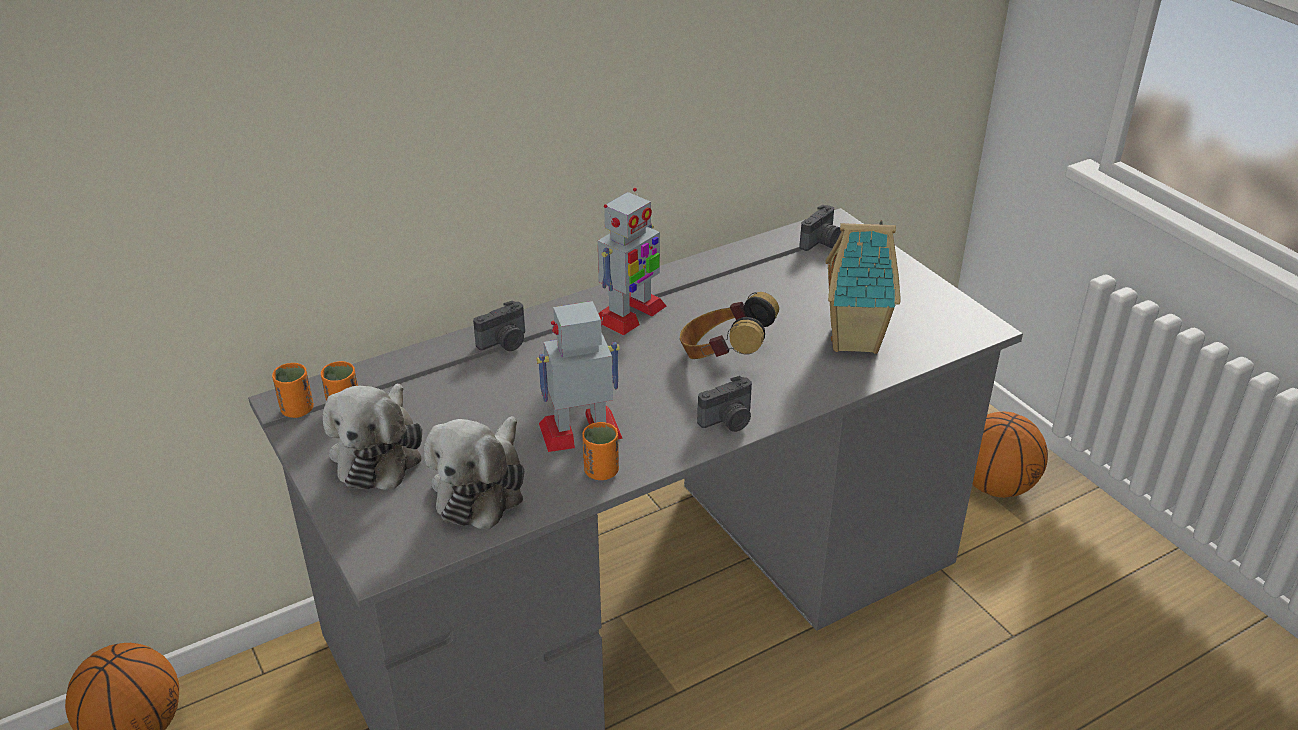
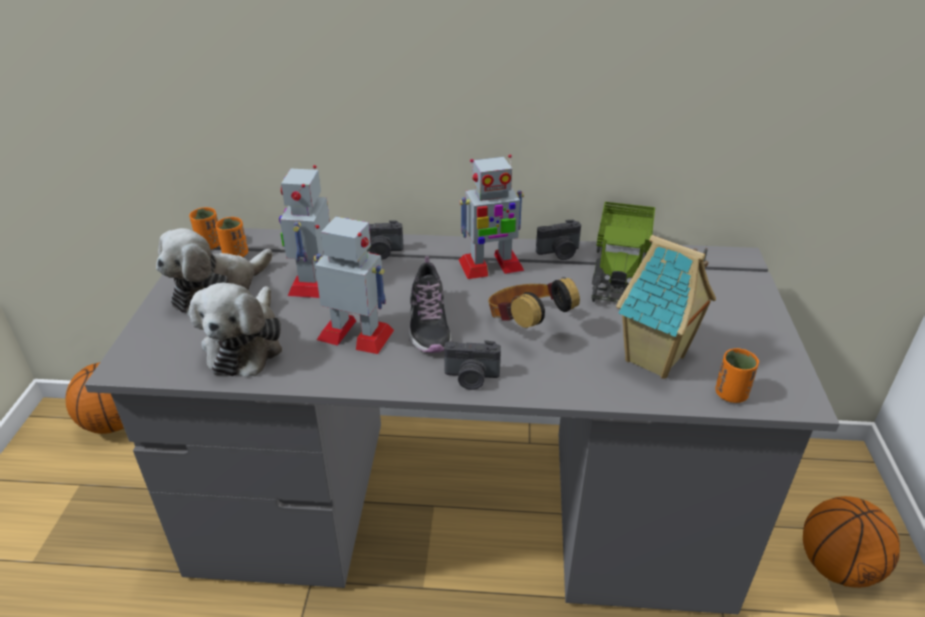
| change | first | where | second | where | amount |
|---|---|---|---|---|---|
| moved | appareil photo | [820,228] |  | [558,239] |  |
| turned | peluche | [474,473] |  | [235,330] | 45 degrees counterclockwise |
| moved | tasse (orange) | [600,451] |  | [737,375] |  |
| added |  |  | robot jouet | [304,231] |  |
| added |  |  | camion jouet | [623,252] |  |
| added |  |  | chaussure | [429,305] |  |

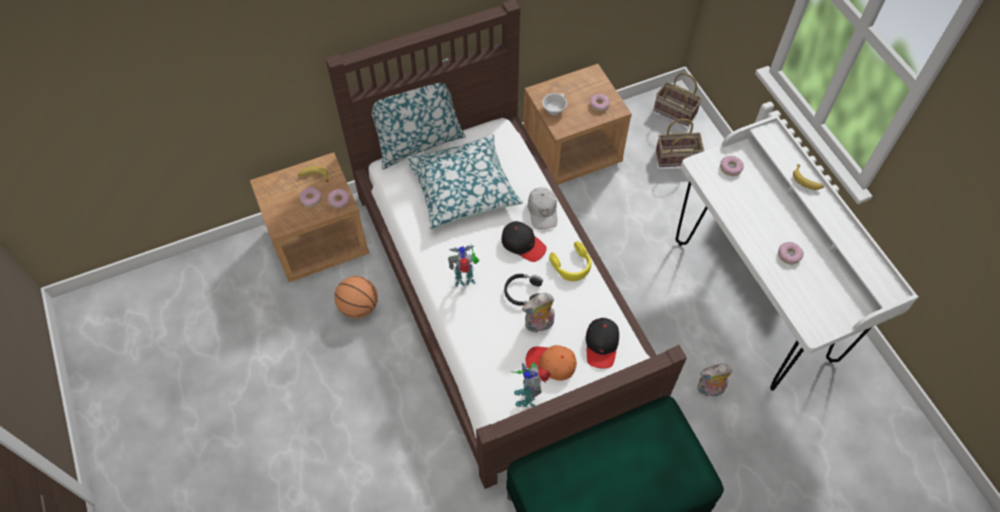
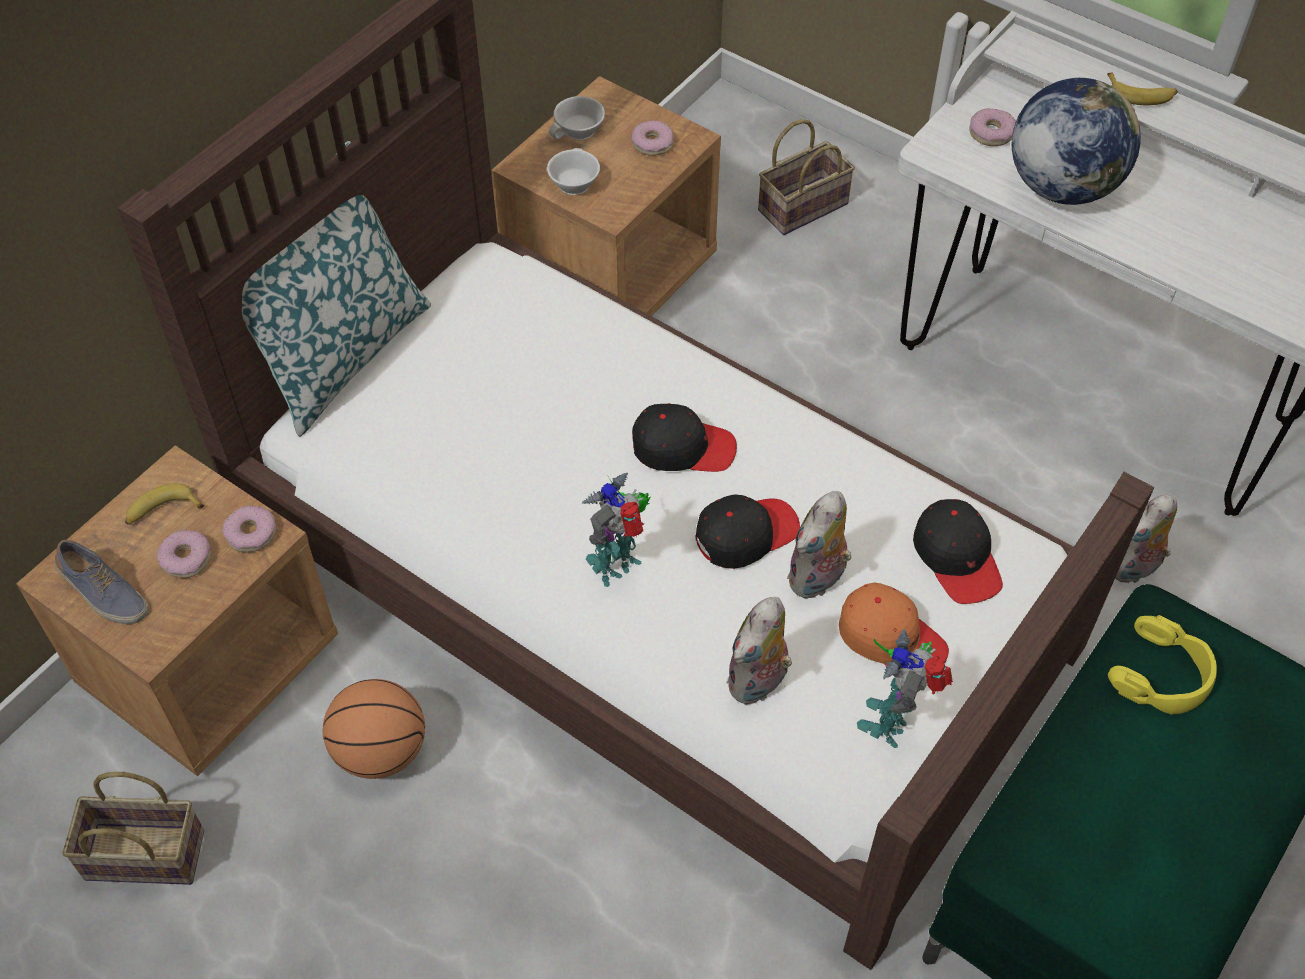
| change | first | where | second | where | amount |
|---|---|---|---|---|---|
| moved | panier | [677,100] |  | [133,828] |  |
| removed | coussin | [464,182] |  |  |  |
| removed | casquette (blanc) | [542,208] |  |  |  |
| moved | casque audio (jaune) | [570,261] |  | [1162,664] |  |
| removed | beignet | [791,253] |  |  |  |
| replaced | casque audio (noir) | [523,290] | casquette (noir) | [748,531] |  |
| turned | casquette (orange) | [551,363] |  | [894,624] | 135 degrees counterclockwise |
| turned | robot jouet | [531,384] |  | [905,688] | 60 degrees clockwise |
| added |  |  | globe | [1076,141] |  |
| added |  |  | tasse (blanc) | [577,118] |  |
| added |  |  | chaussure | [101,582] |  |
| added |  |  | peluche | [759,651] |  |

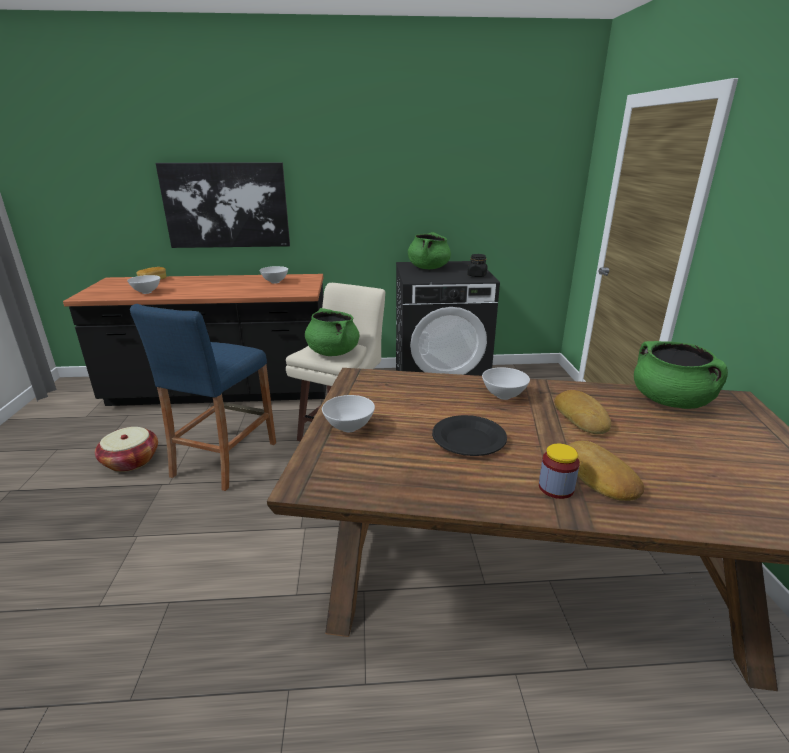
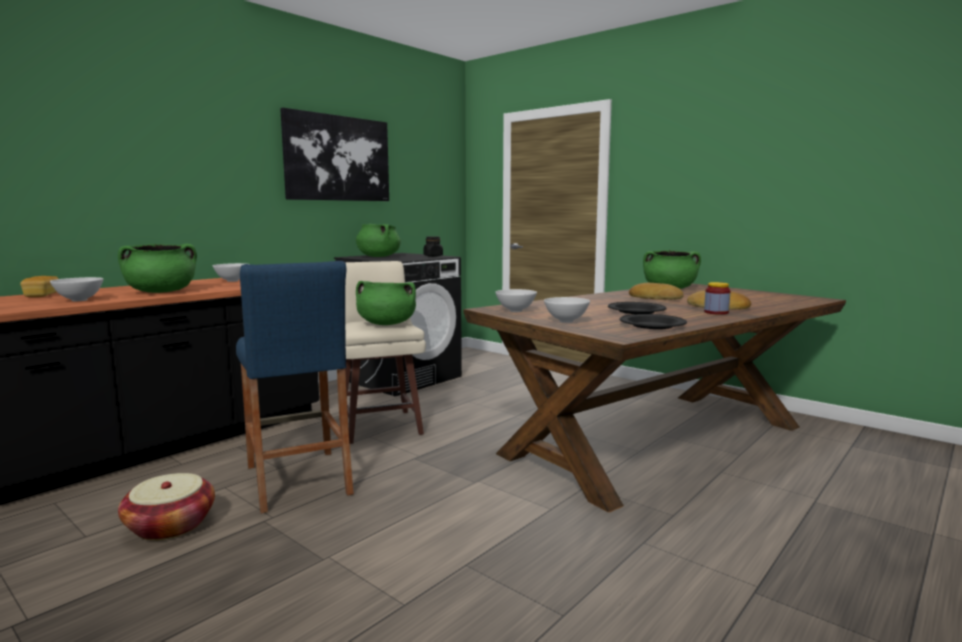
| change | first | where | second | where | amount |
|---|---|---|---|---|---|
| moved | tableau | [223,205] |  | [334,154] |  |
| moved | bol (blanc) | [506,383] |  | [516,300] |  |
| added |  |  | marmite (vert) | [157,268] |  |
| added |  |  | assiette (noir) | [653,321] |  |

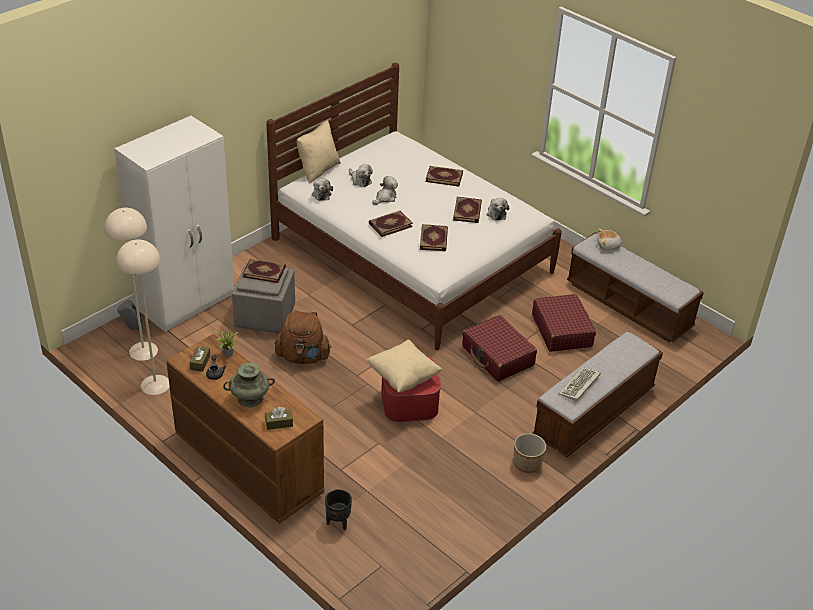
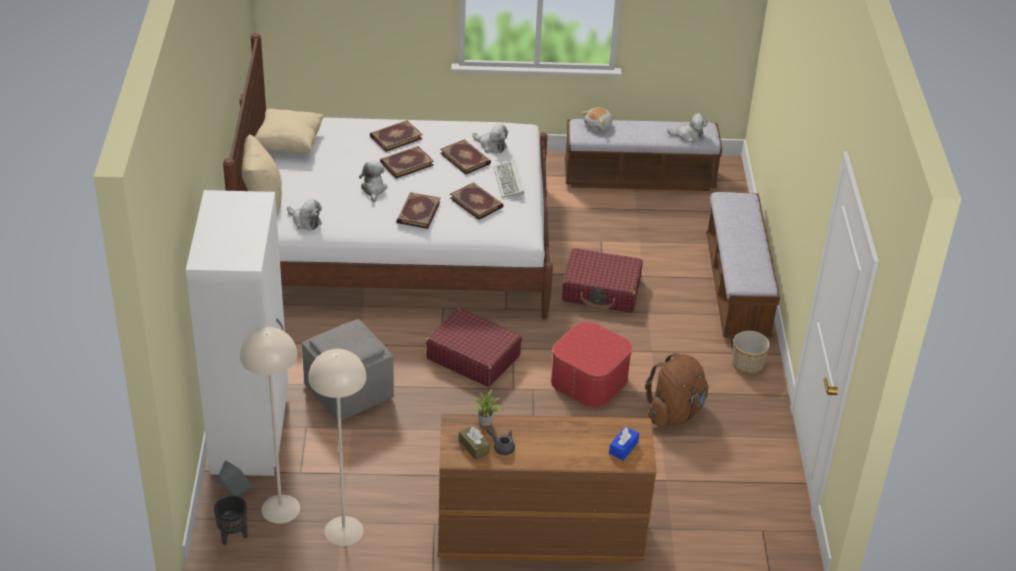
| change | first | where | second | where | amount |
|---|---|---|---|---|---|
| moved | peluche | [361,175] |  | [687,128] |  |
| moved | livre | [264,271] |  | [407,162] |  |
| moved | valise (rouge) | [564,323] |  | [474,347] |  |
| moved | sac à dos (marron) | [303,337] |  | [676,390] |  |
| moved | coussin (beige) | [404,366] |  | [289,131] |  |
| removed | vase (turquoise) | [249,385] |  |  |  |
| moved | clavier | [580,384] |  | [509,179] |  |
| recoloured | boîte à mouchoirs (marron) | [279,418] | boîte à mouchoirs (bleu) | [624,443] |  |
| moved | cache-pot (noir) | [338,509] |  | [230,520] |  |

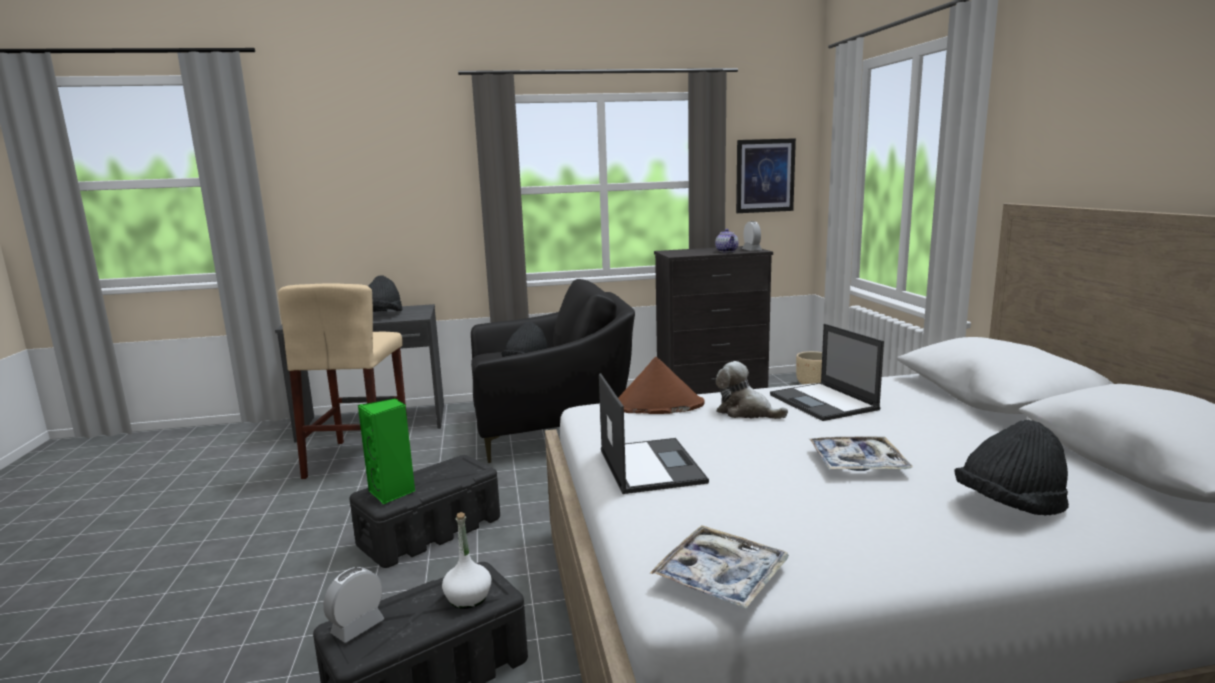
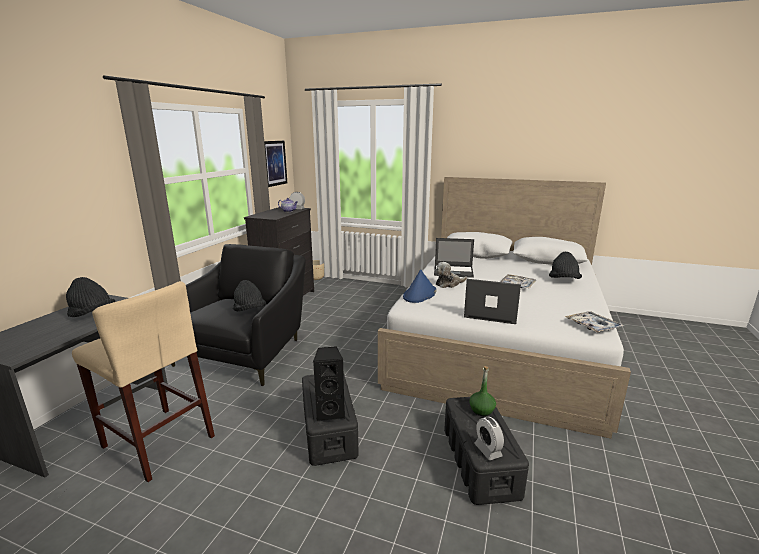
| change | first | where | second | where | amount |
|---|---|---|---|---|---|
| recoloured | chapeau (marron) | [661,385] | chapeau (bleu) | [420,286] |  |
| recoloured | enceinte (vert) | [386,451] | enceinte (noir) | [329,384] |  |
| recoloured | bouteille (blanc) | [466,560] | bouteille (vert) | [482,391] |  |

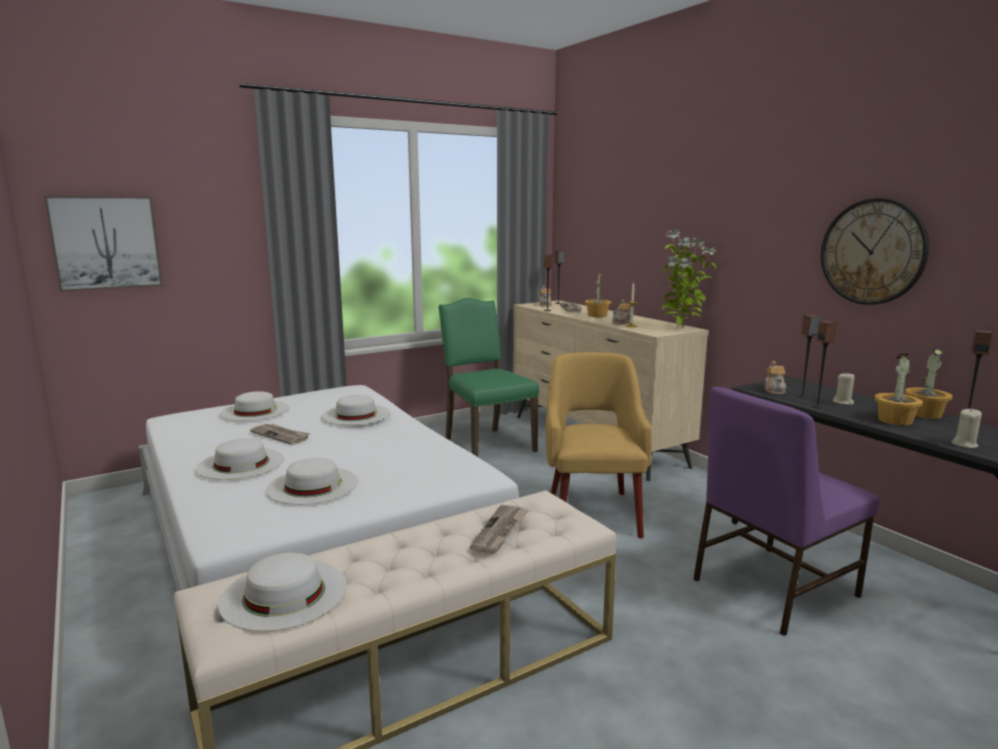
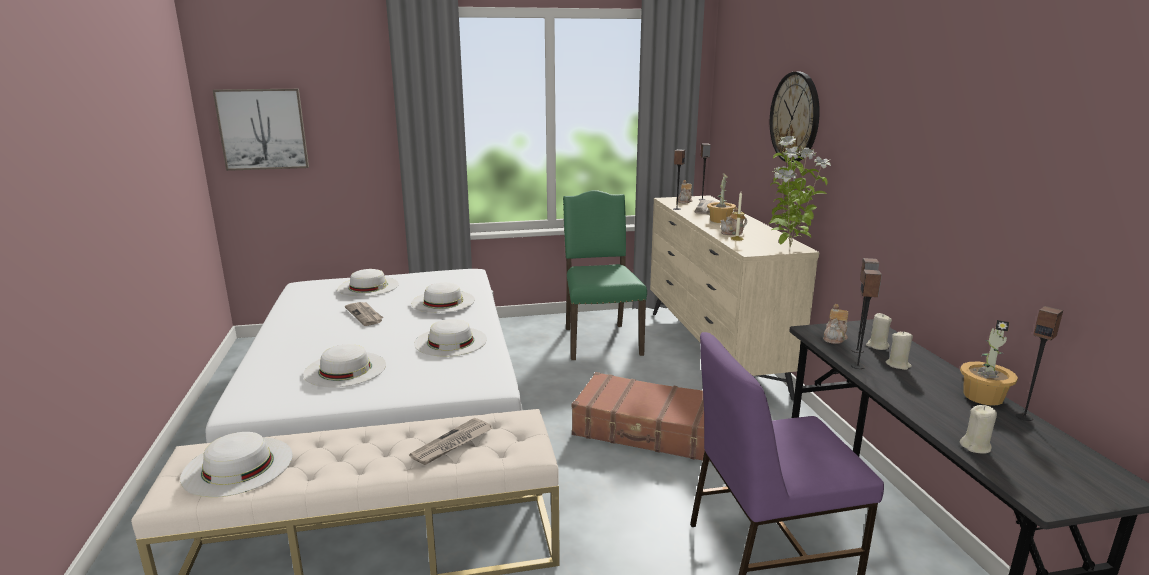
| change | first | where | second | where | amount |
|---|---|---|---|---|---|
| moved | horloge murale | [875,251] |  | [795,117] |  |
| replaced | fauteuil (jaune) | [599,445] | valise (marron) | [641,416] |  |
| removed | plante en pot | [899,390] |  |  |  |
| moved | chapeau (blanc) | [240,459] |  | [450,338] |  |
| added |  |  | bougie (beige) | [879,331] |  |

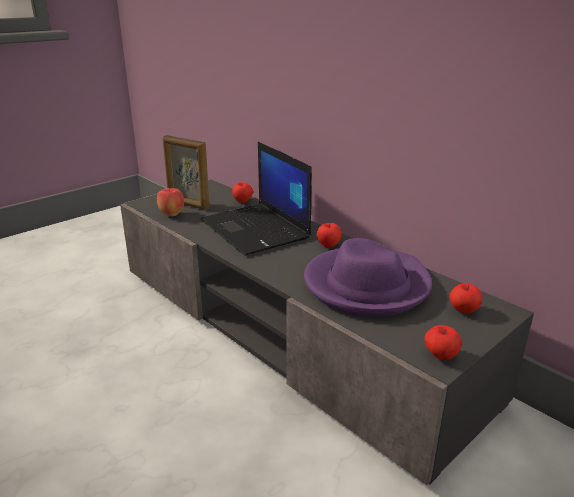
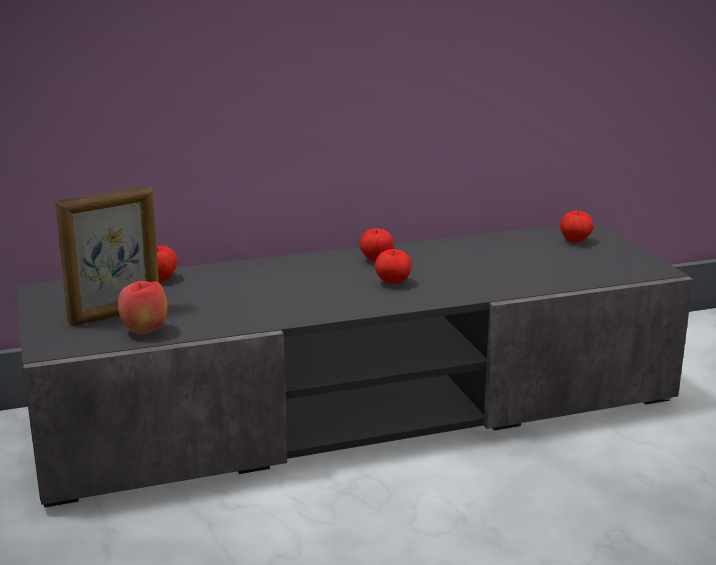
| change | first | where | second | where | amount |
|---|---|---|---|---|---|
| removed | ordinateur portable | [256,199] |  |  |  |
| removed | chapeau (violet) | [368,277] |  |  |  |
| moved | pomme | [443,342] |  | [393,266] |  |

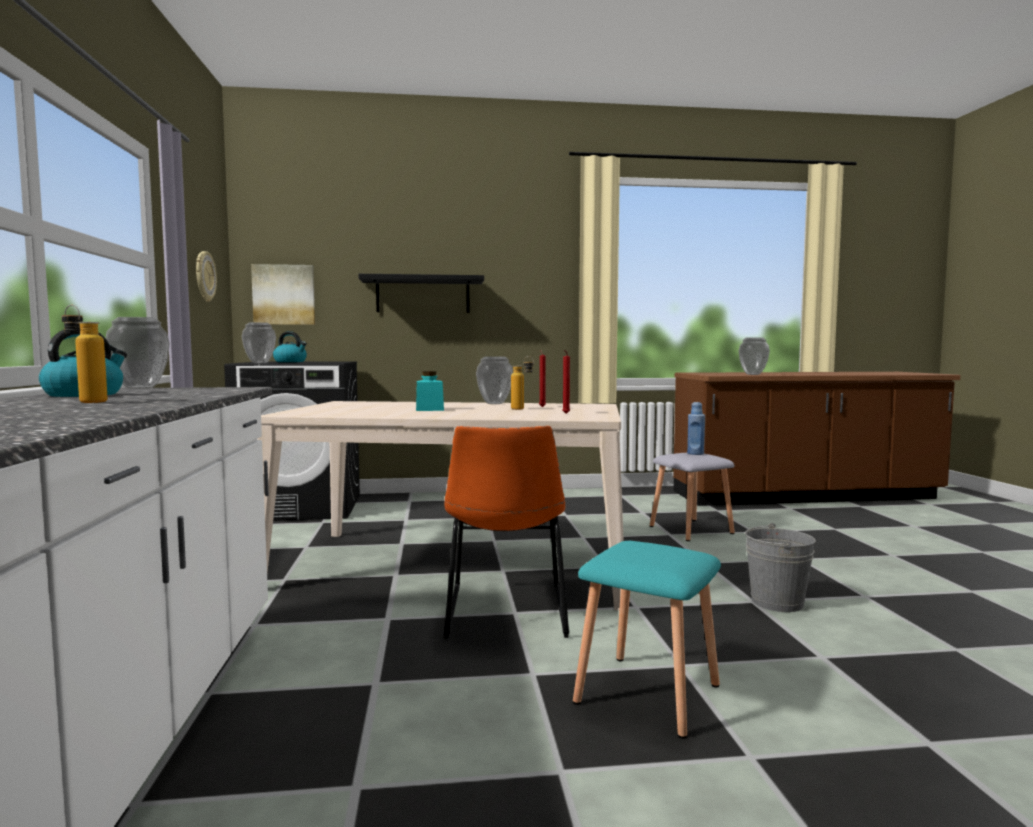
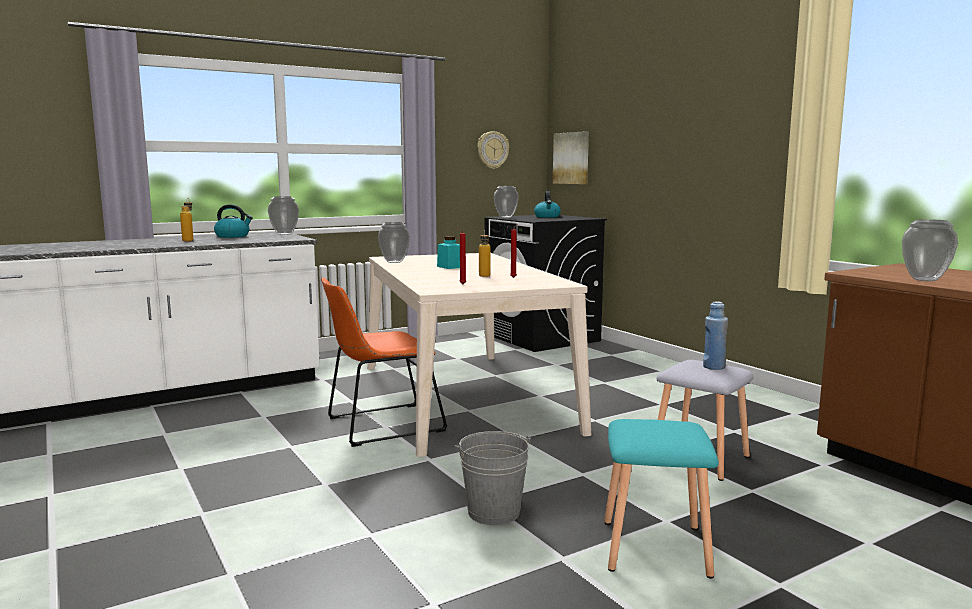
| change | first | where | second | where | amount |
|---|---|---|---|---|---|
| removed | étagère (noir) | [421,293] |  |  |  |
| moved | vase | [494,380] |  | [394,242] |  |
| moved | tabouret (turquoise) | [647,640] |  | [661,498] |  |

